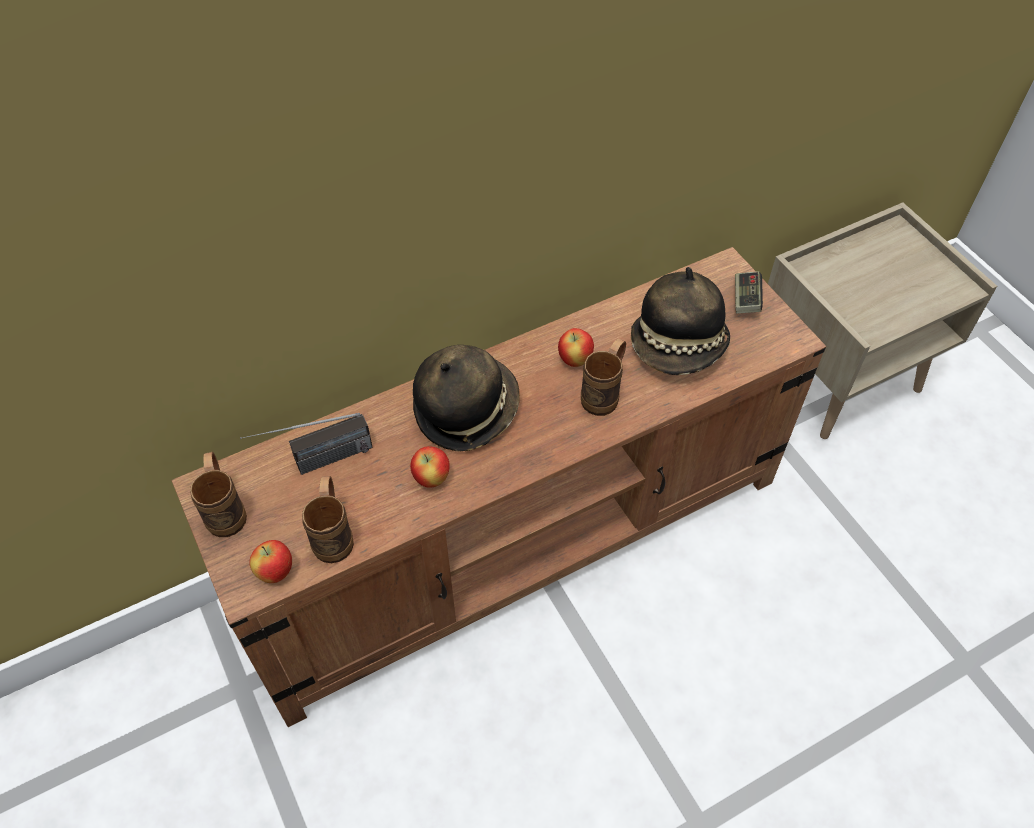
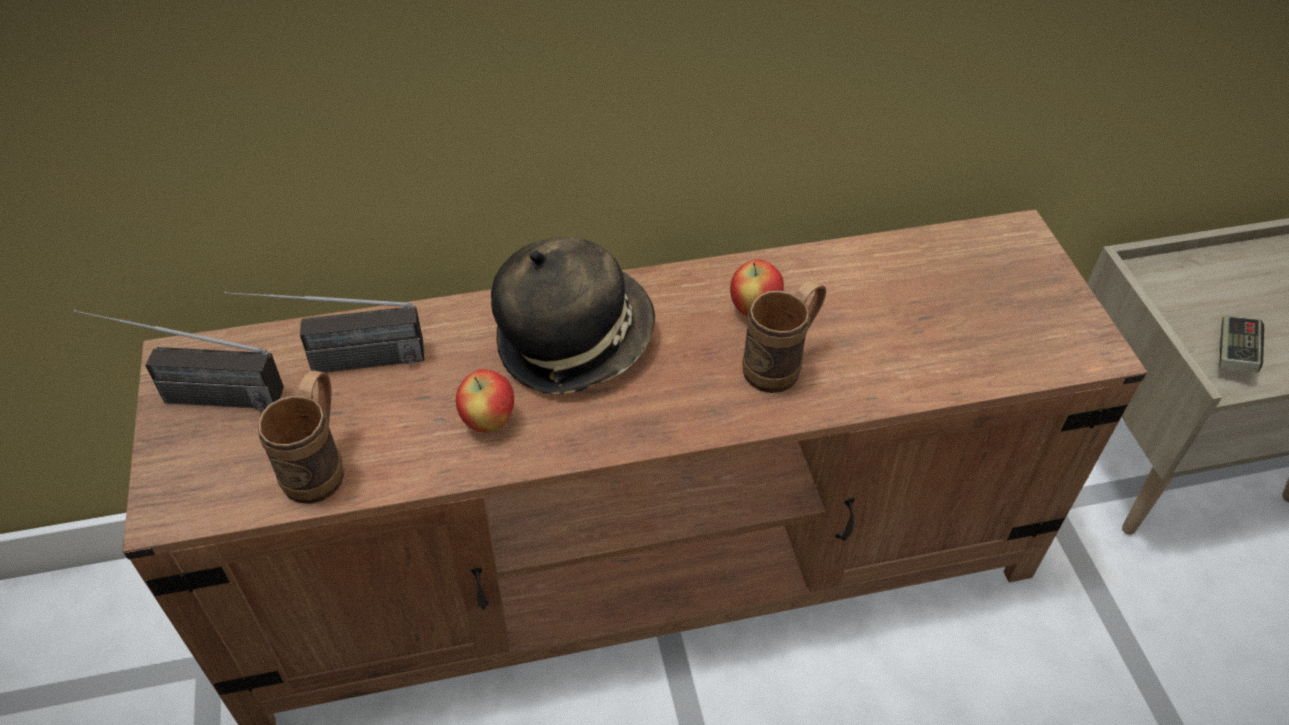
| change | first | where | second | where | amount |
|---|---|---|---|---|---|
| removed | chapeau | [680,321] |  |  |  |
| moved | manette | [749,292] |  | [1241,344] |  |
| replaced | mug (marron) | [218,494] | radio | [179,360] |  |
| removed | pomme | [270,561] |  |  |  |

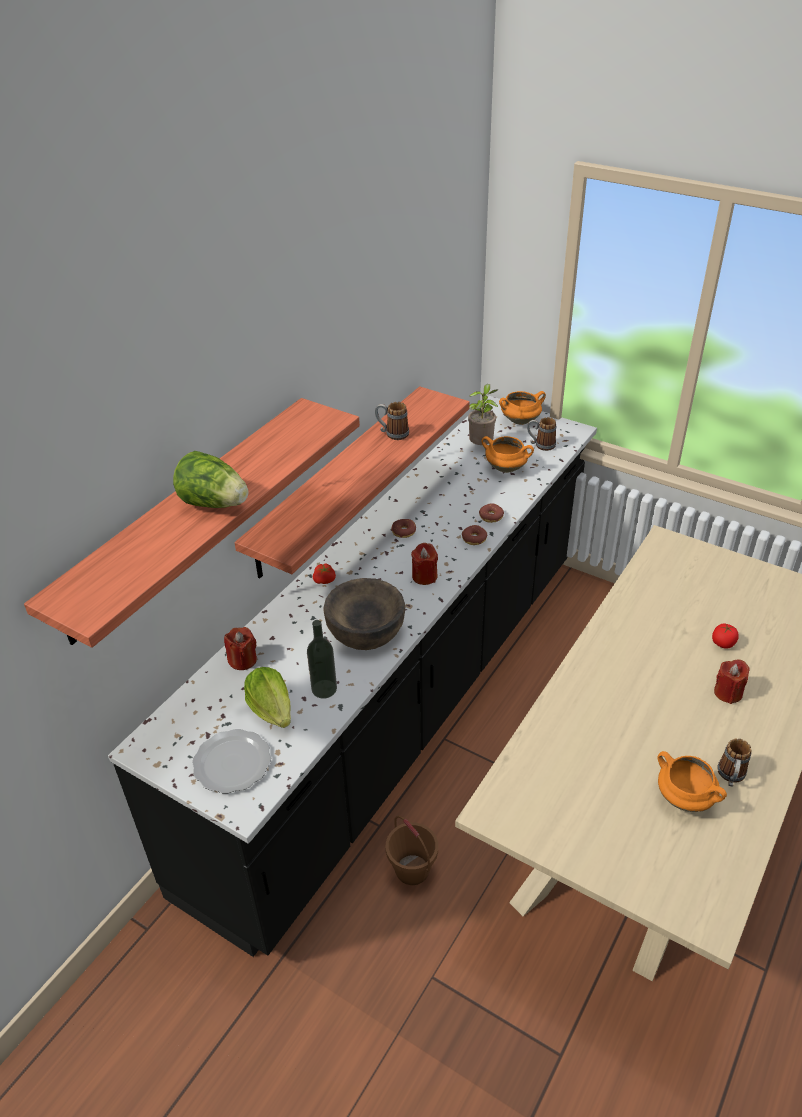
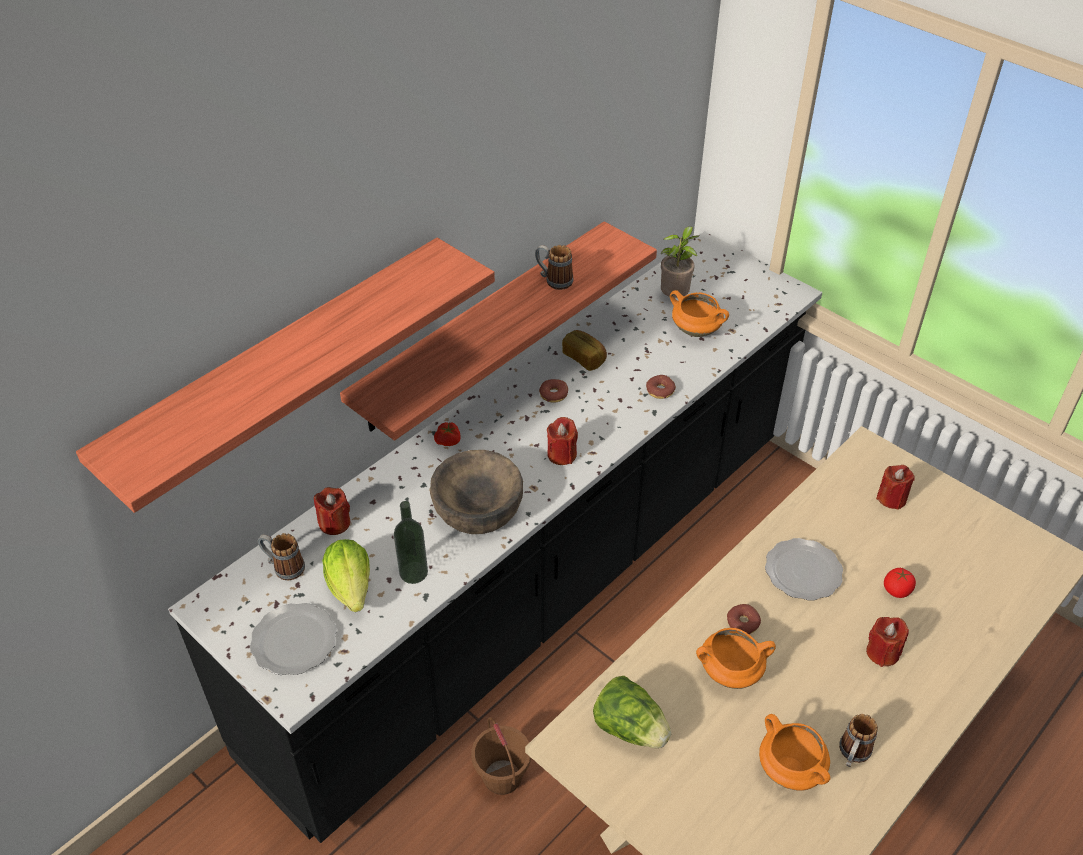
| change | first | where | second | where | amount |
|---|---|---|---|---|---|
| moved | marmite (orange) | [522,408] |  | [736,658] |  |
| moved | mug | [541,434] |  | [281,556] |  |
| moved | laitue | [210,479] |  | [632,712] |  |
| moved | beignet | [474,535] |  | [744,619] |  |
| added |  |  | pain | [584,350] |  |
| added |  |  | bougie (rouge) | [895,487] |  |
| added |  |  | assiette | [804,569] |  |

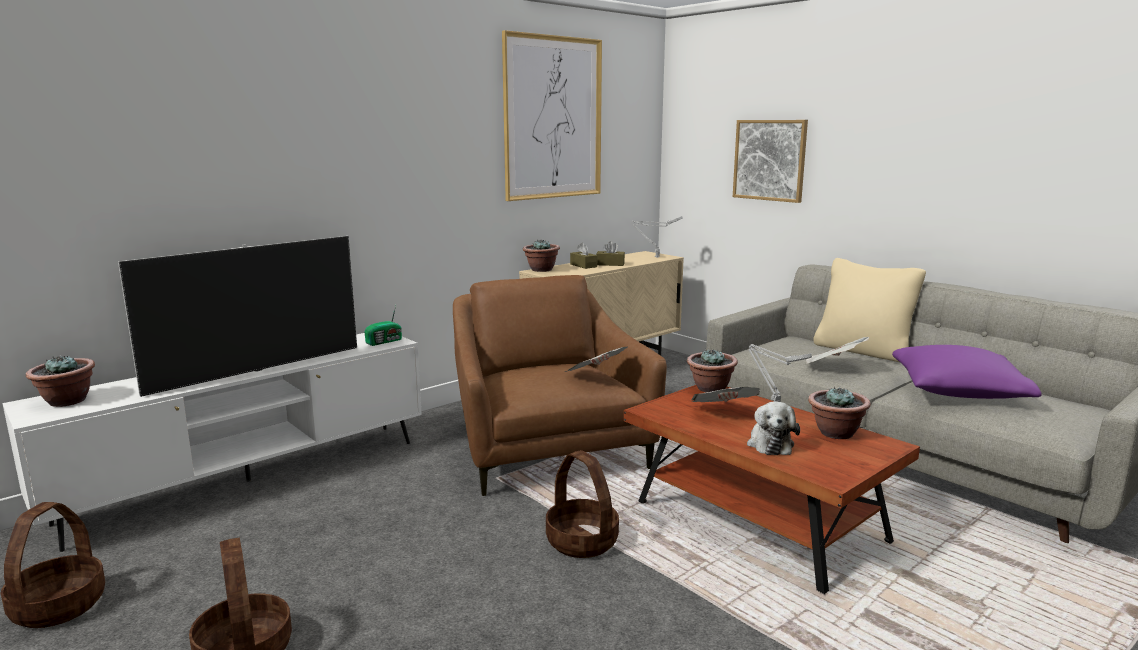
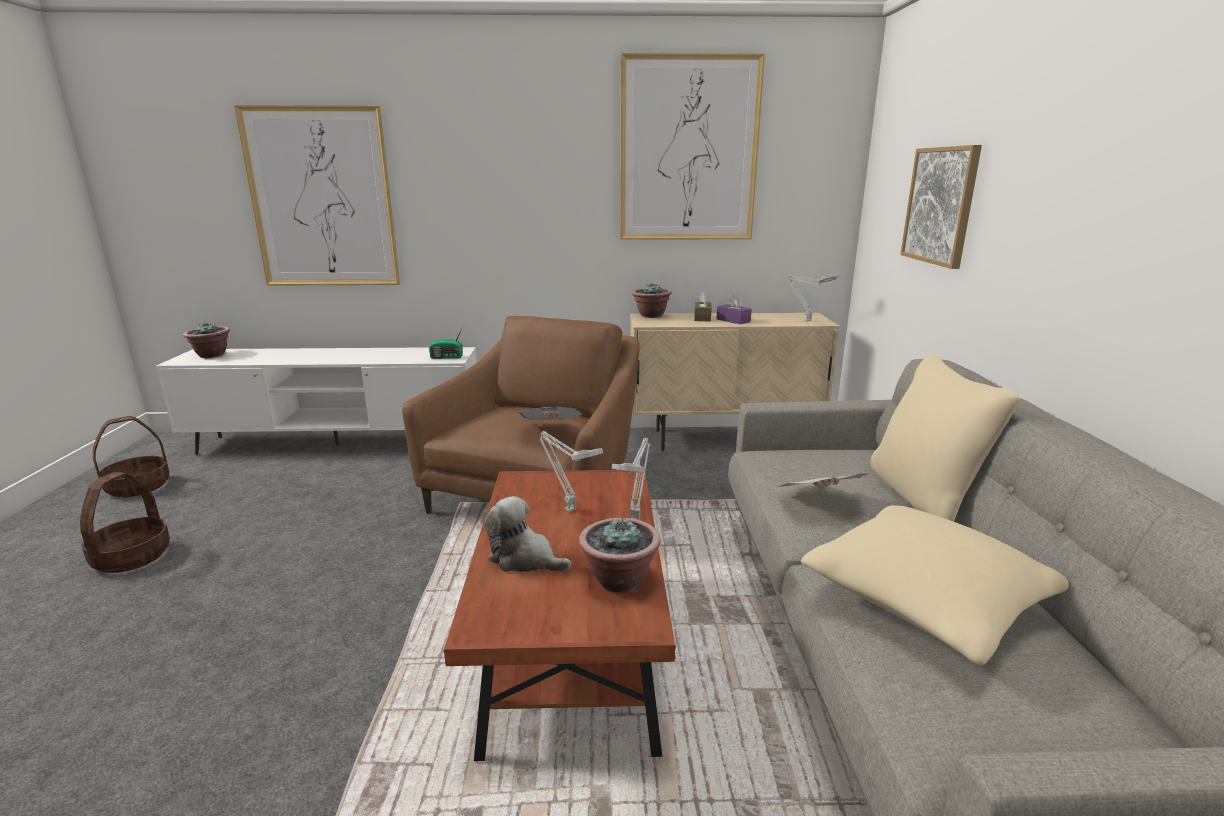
| change | first | where | second | where | amount |
|---|---|---|---|---|---|
| removed | téléviseur | [237,316] |  |  |  |
| recoloured | boîte à mouchoirs (marron) | [610,253] | boîte à mouchoirs (violet) | [734,309] |  |
| recoloured | coussin (violet) | [967,372] | coussin (beige) | [935,585] |  |
| removed | plante en pot | [712,371] |  |  |  |
| replaced | journal | [725,394] | lampe de table (gris) | [571,471] |  |
| turned | peluche | [773,428] |  | [527,534] | 75 degrees clockwise |
| removed | panier | [582,504] |  |  |  |
| added |  |  | tableau | [317,195] |  |

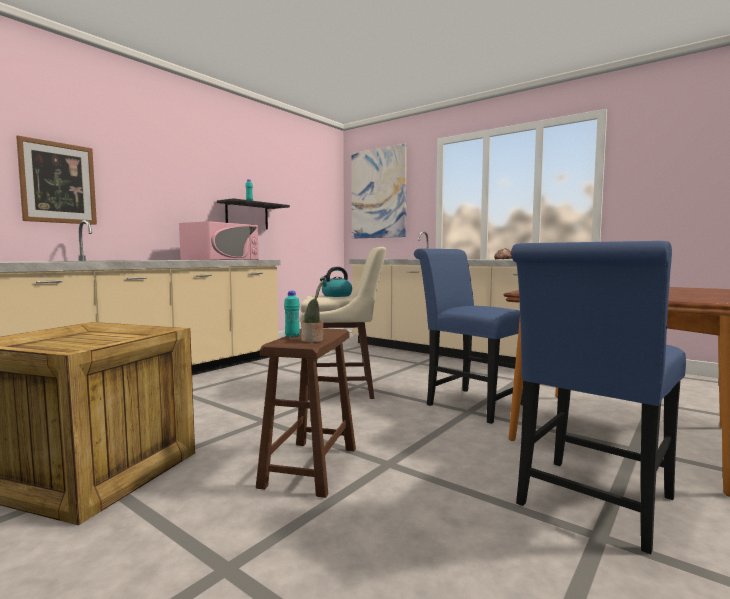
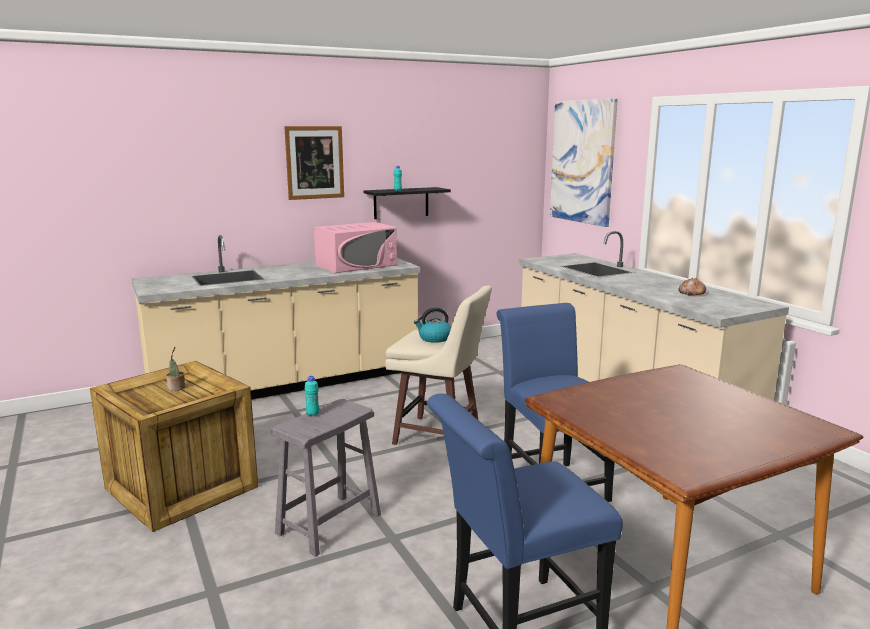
| change | first | where | second | where | amount |
|---|---|---|---|---|---|
| moved | tableau | [56,180] |  | [314,163] |  |
| moved | plante en pot | [312,311] |  | [175,369] |  |
| recoloured | tabouret (marron) | [306,413] | tabouret (gris) | [326,478] |  |

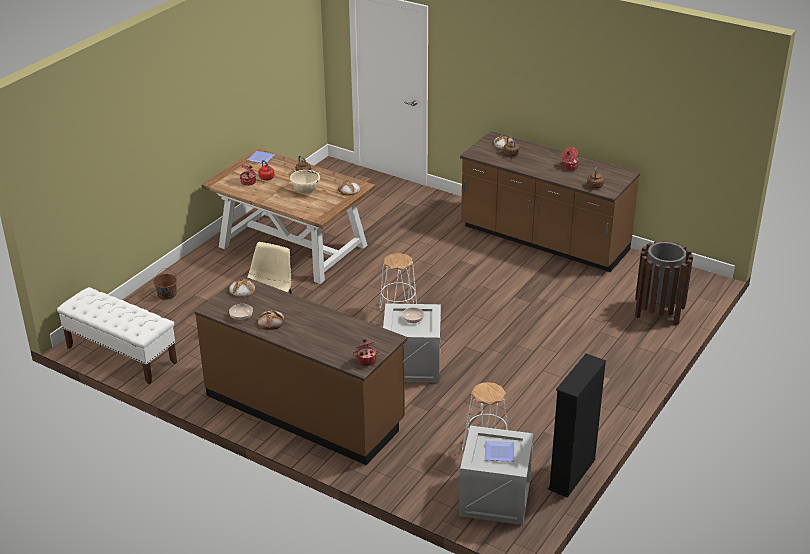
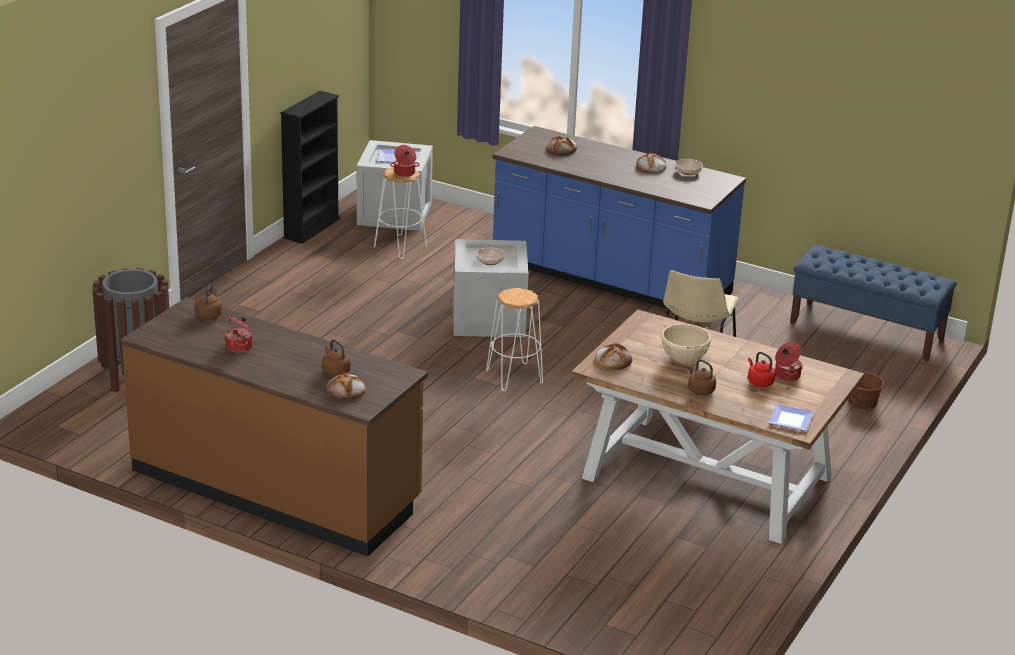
| change | first | where | second | where | amount |
|---|---|---|---|---|---|
| recoloured | comptoir de cuisine (marron) | [301,370] | comptoir de cuisine (bleu) | [619,217] |  |
| moved | pain | [242,288] |  | [561,146] |  |
| recoloured | banc (blanc) | [117,335] | banc (bleu) | [873,303] |  |
| moved | marmite | [367,352] |  | [405,161] |  |

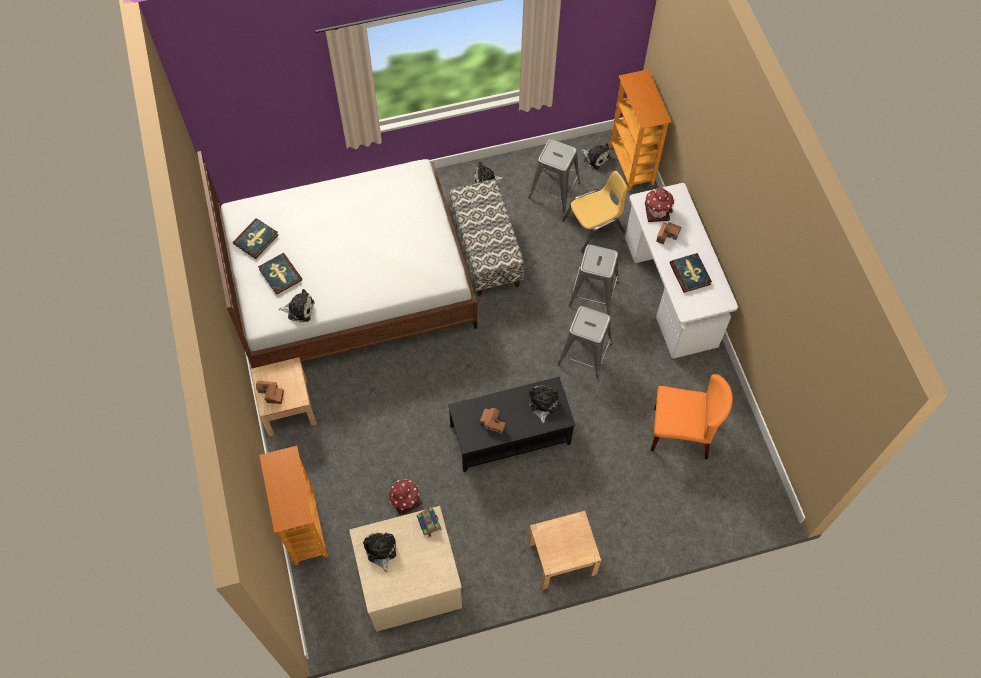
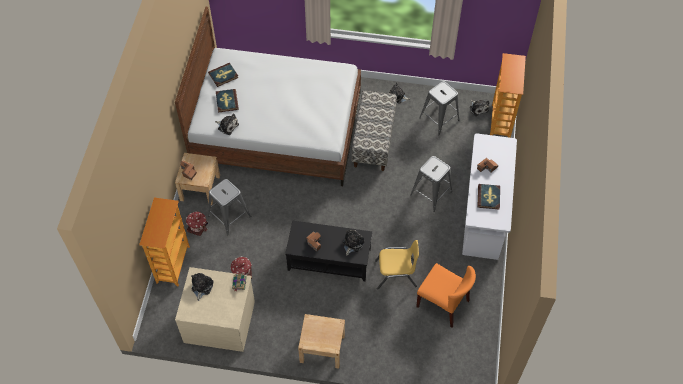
| change | first | where | second | where | amount |
|---|---|---|---|---|---|
| moved | chaise (jaune) | [594,211] |  | [397,264] |  |
| moved | maison miniature | [660,204] |  | [197,224] |  |
| moved | tabouret (gris) | [584,342] |  | [229,207] |  |

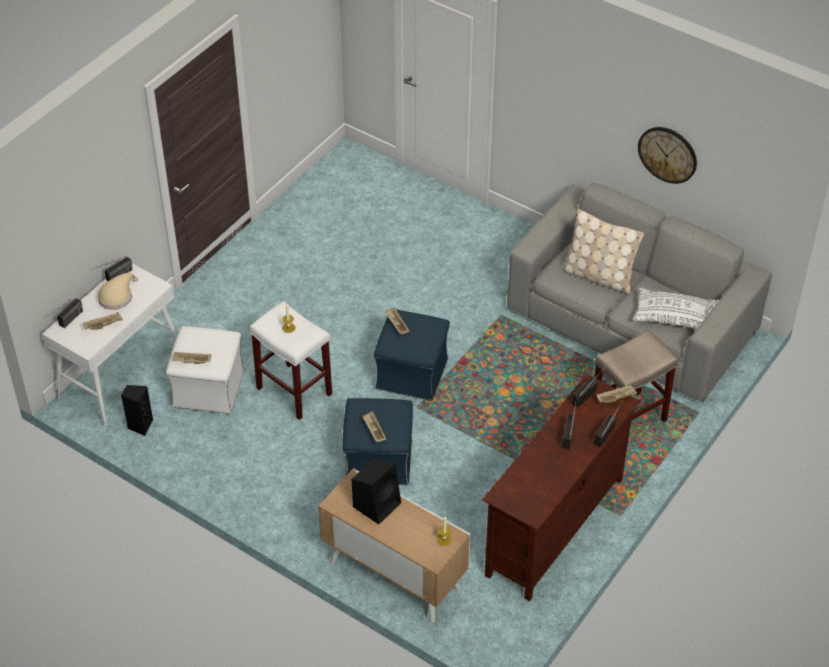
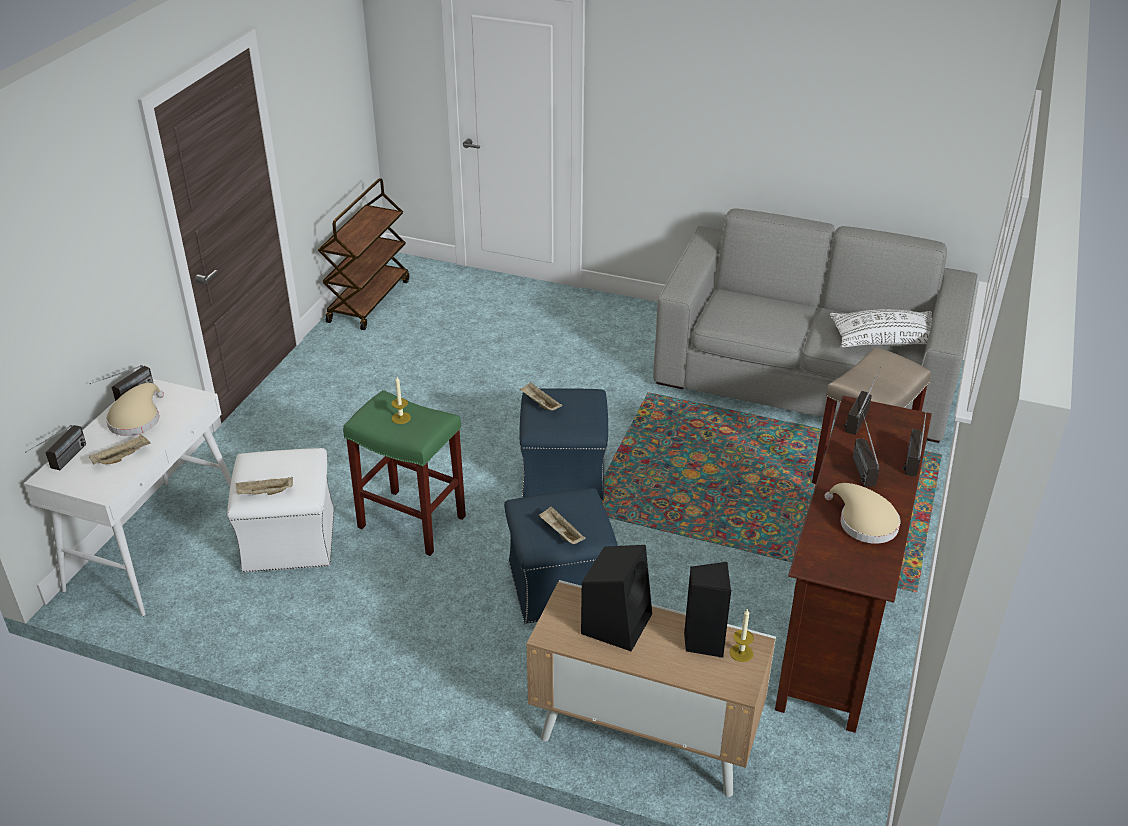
| change | first | where | second | where | amount |
|---|---|---|---|---|---|
| removed | horloge murale | [667,155] |  |  |  |
| removed | coussin (beige) | [603,251] |  |  |  |
| recoloured | tabouret (blanc) | [291,360] | tabouret (vert) | [404,473] |  |
| removed | plateau (beige) | [617,393] |  |  |  |
| moved | enceinte (noir) | [137,410] |  | [707,610] |  |
| added |  |  | chariot (marron) | [363,254] |  |
| added |  |  | chapeau (beige) | [863,513] |  |

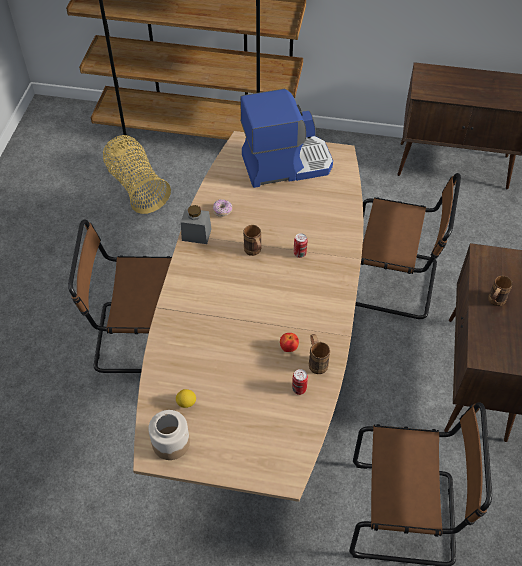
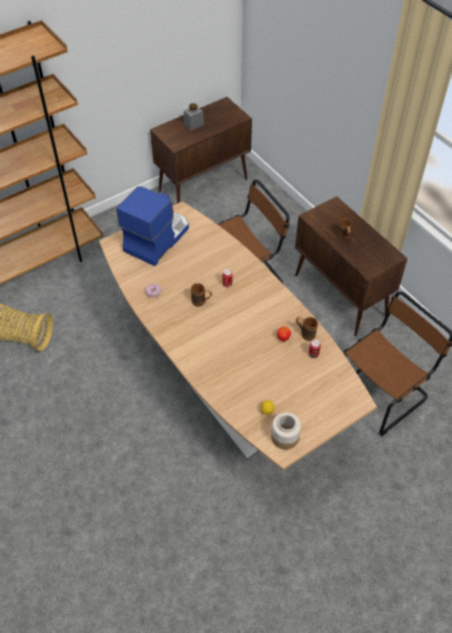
| change | first | where | second | where | amount |
|---|---|---|---|---|---|
| moved | bocal (gris) | [196,224] |  | [194,117] |  |
| removed | chaise (marron) | [120,296] |  |  |  |

